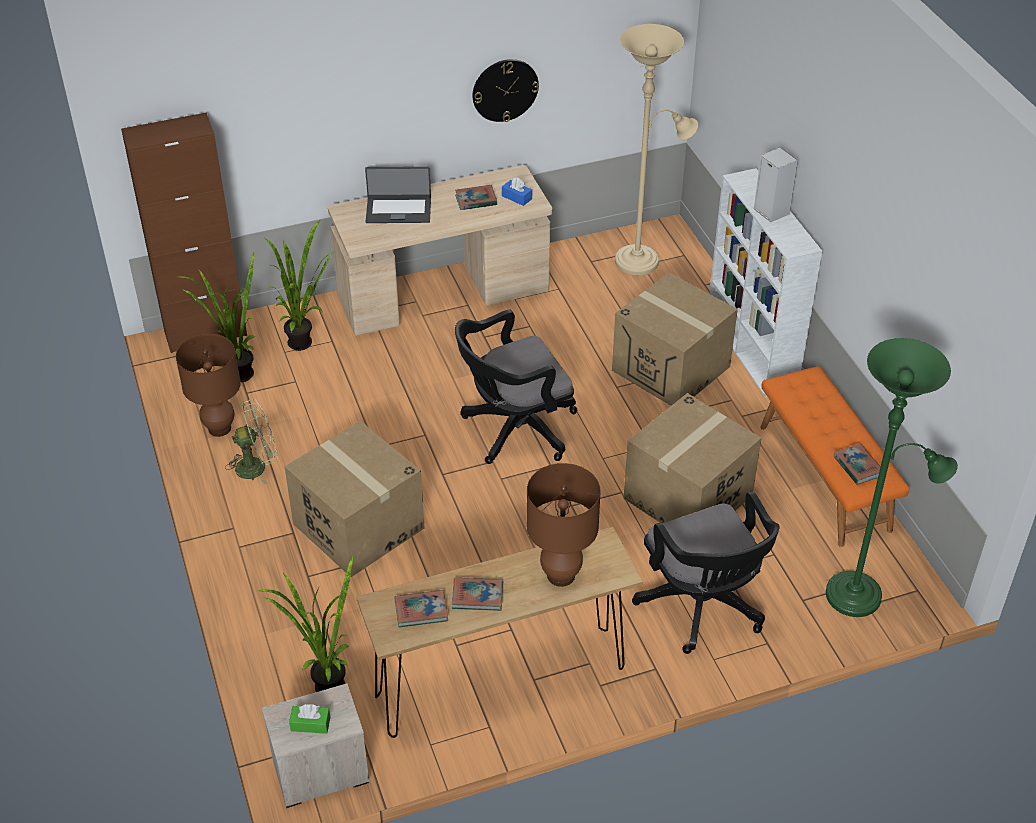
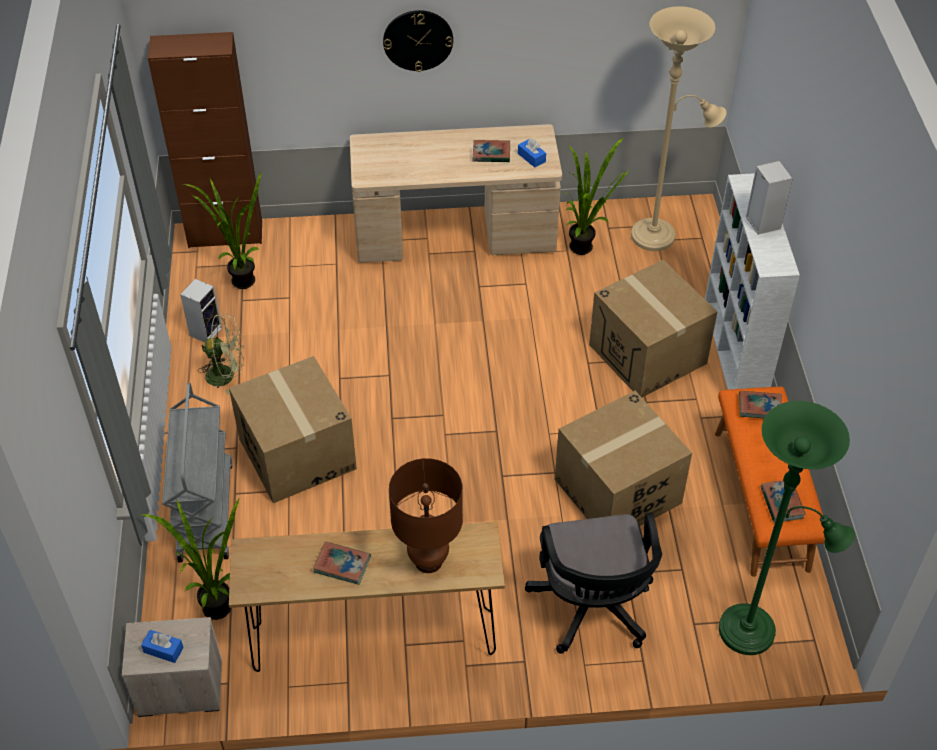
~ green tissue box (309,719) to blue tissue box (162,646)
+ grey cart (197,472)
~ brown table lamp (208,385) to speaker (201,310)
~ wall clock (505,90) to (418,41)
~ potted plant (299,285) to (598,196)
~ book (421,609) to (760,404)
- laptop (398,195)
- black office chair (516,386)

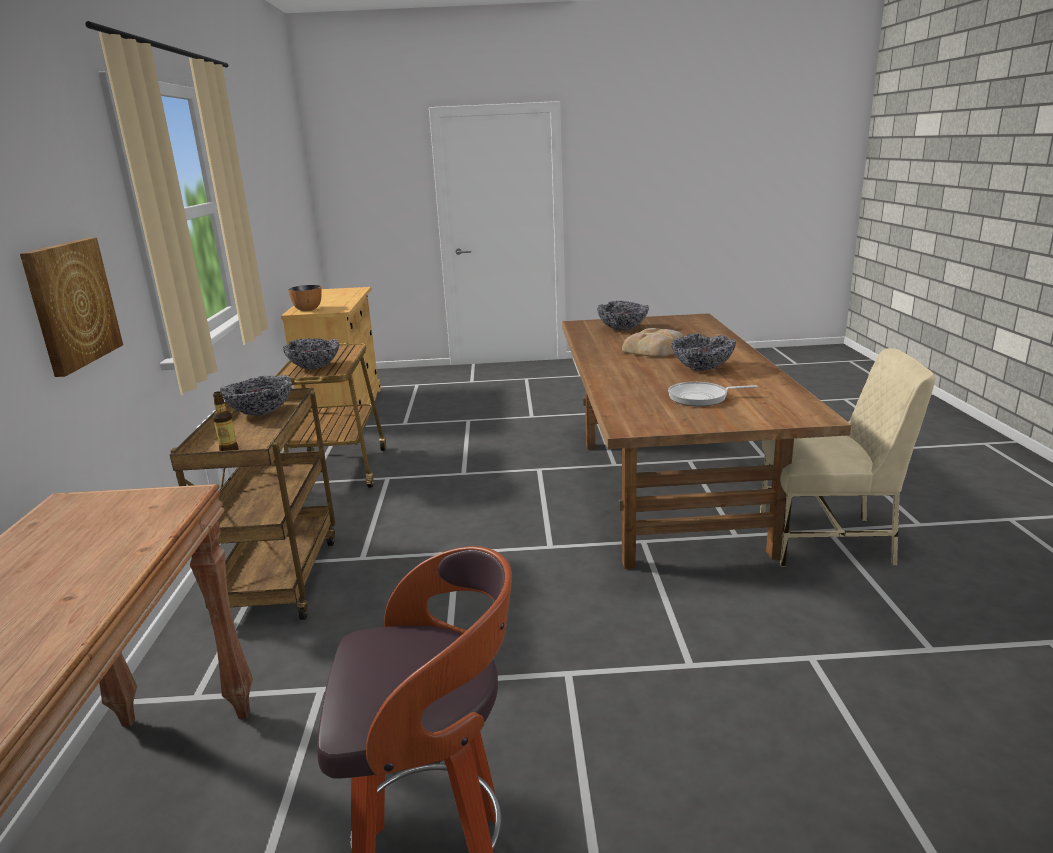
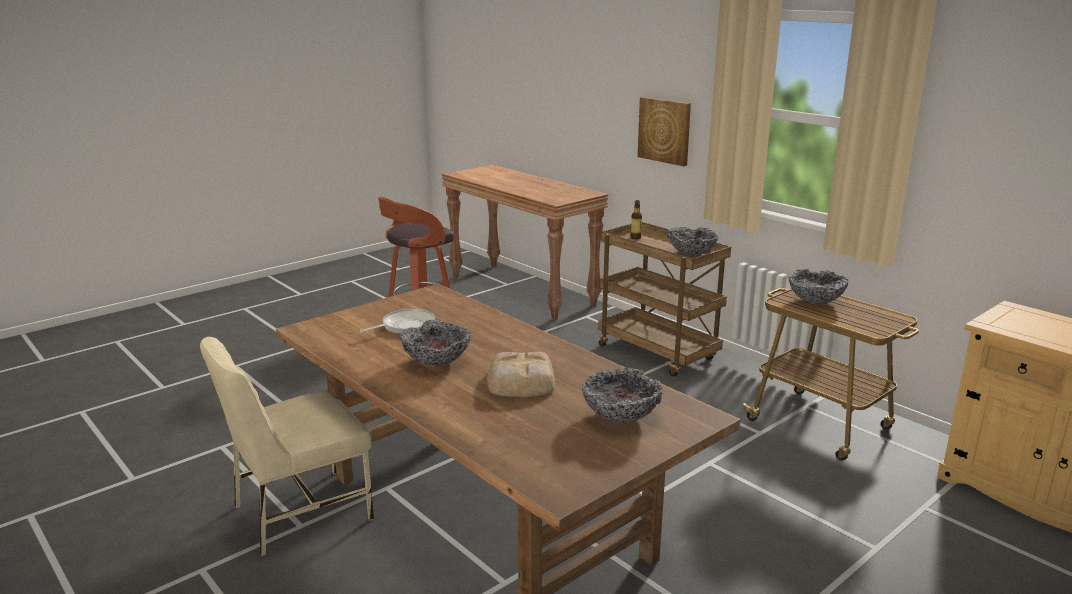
- bowl (305,298)

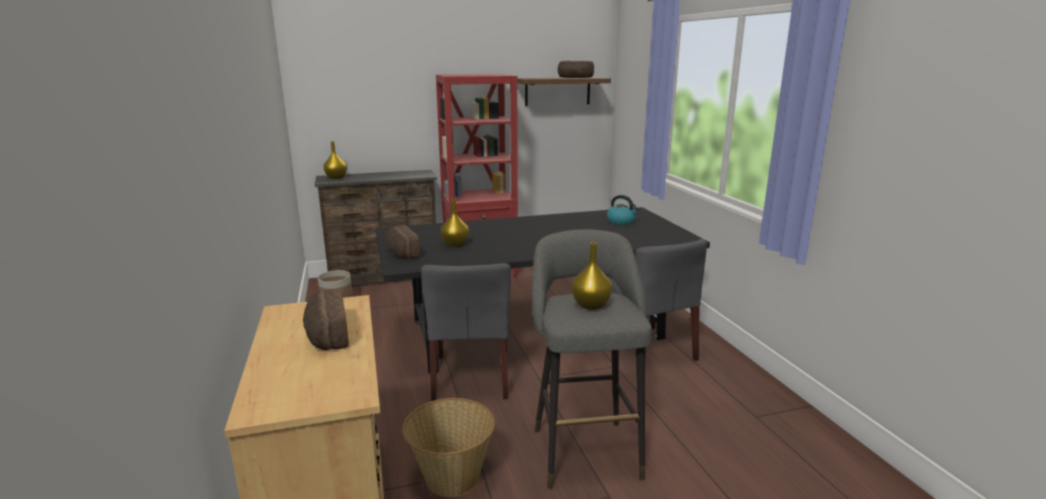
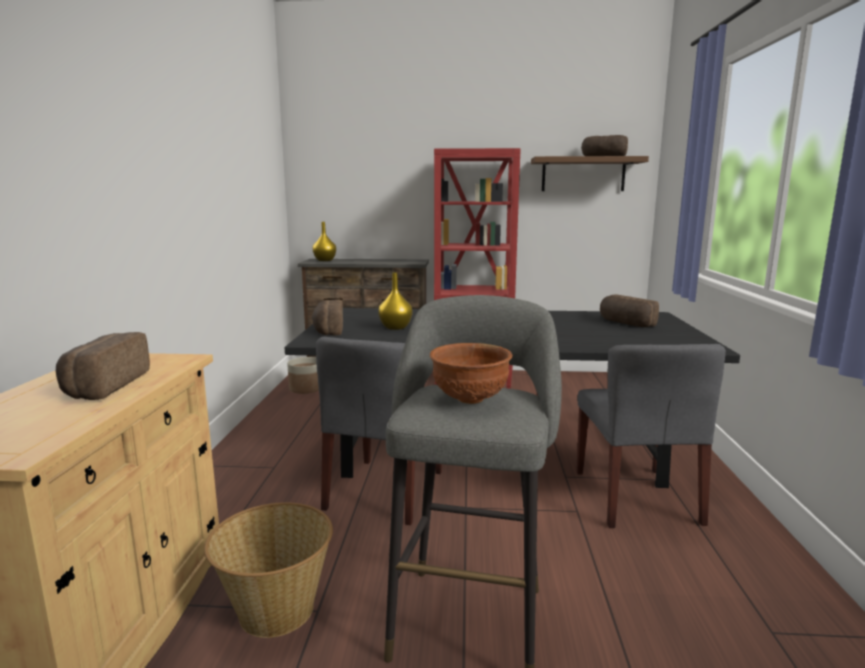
~ yellow vase (591,276) to brown bowl (471,373)
~ kettle (623,210) to bread (629,310)

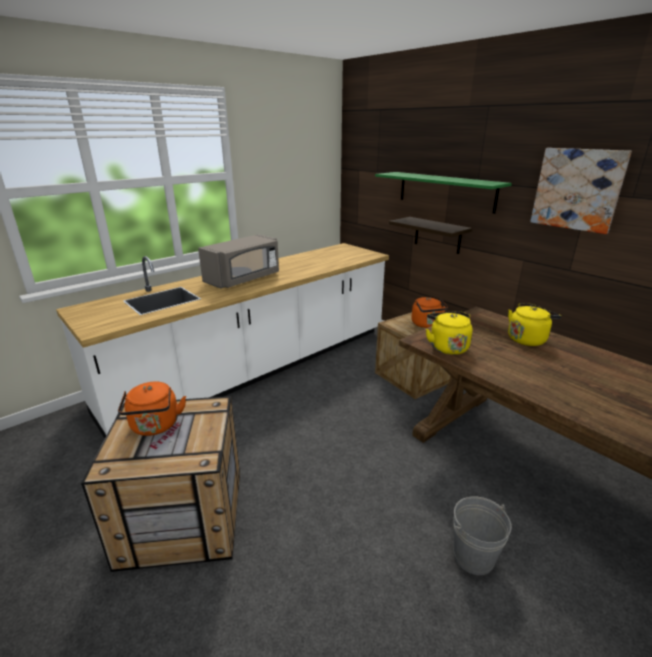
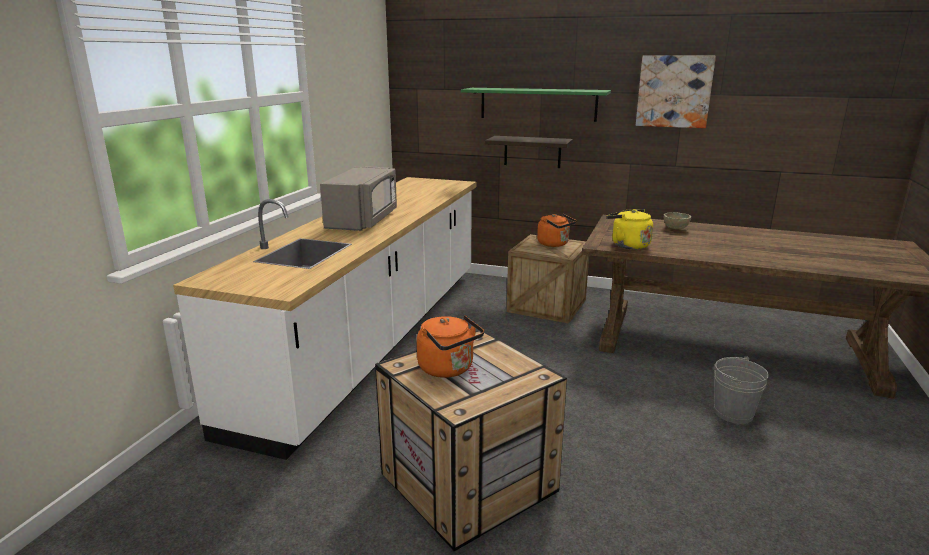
~ yellow kettle (534,324) to beige bowl (677,220)

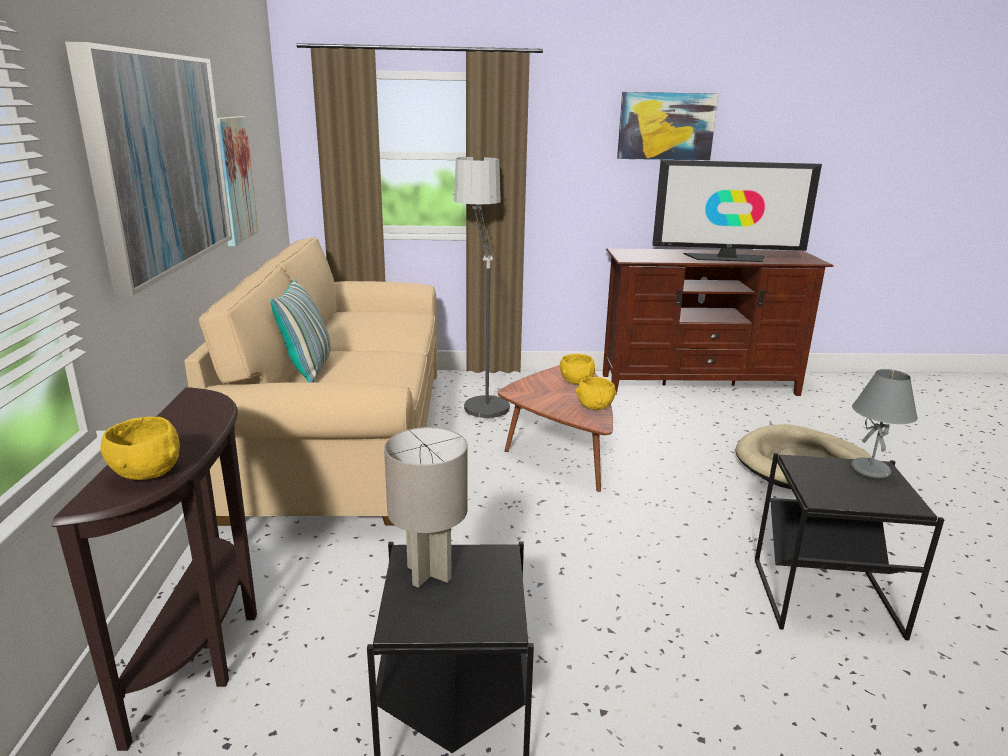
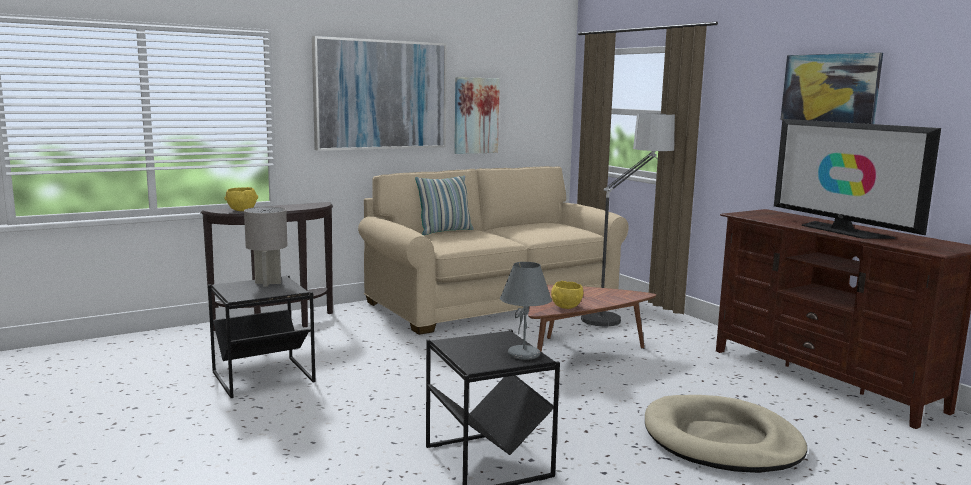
- yellow bowl (577,369)

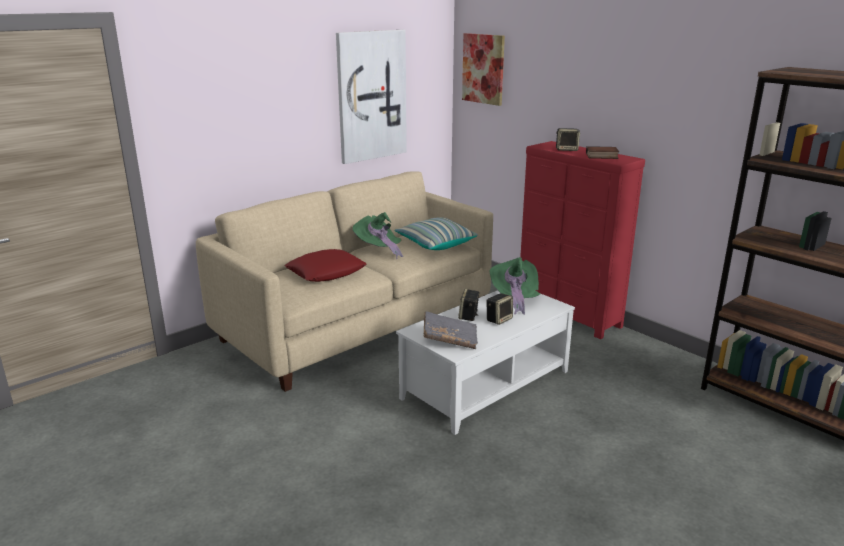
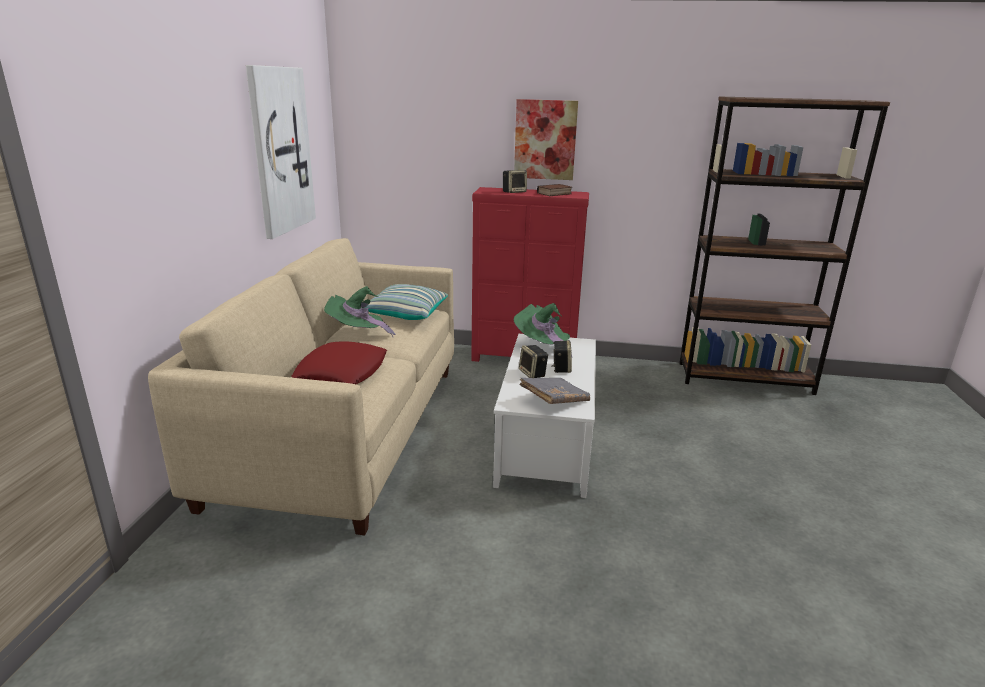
~ picture (483,69) to (546,139)

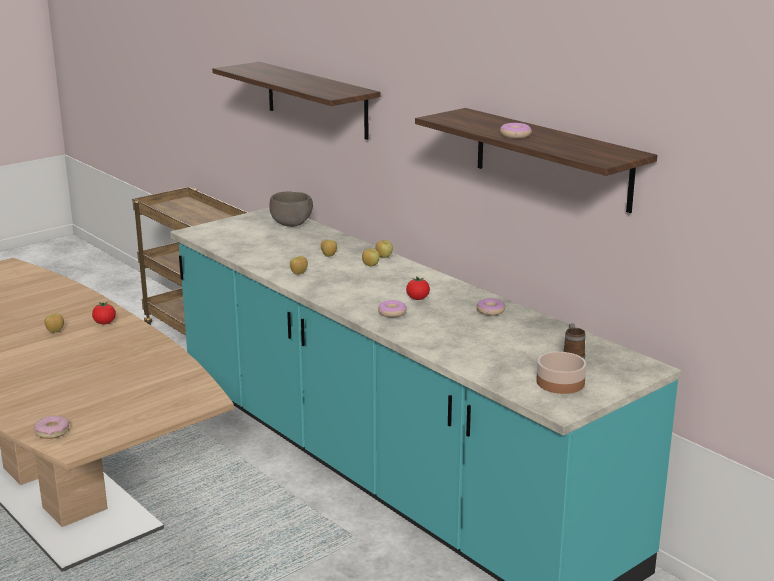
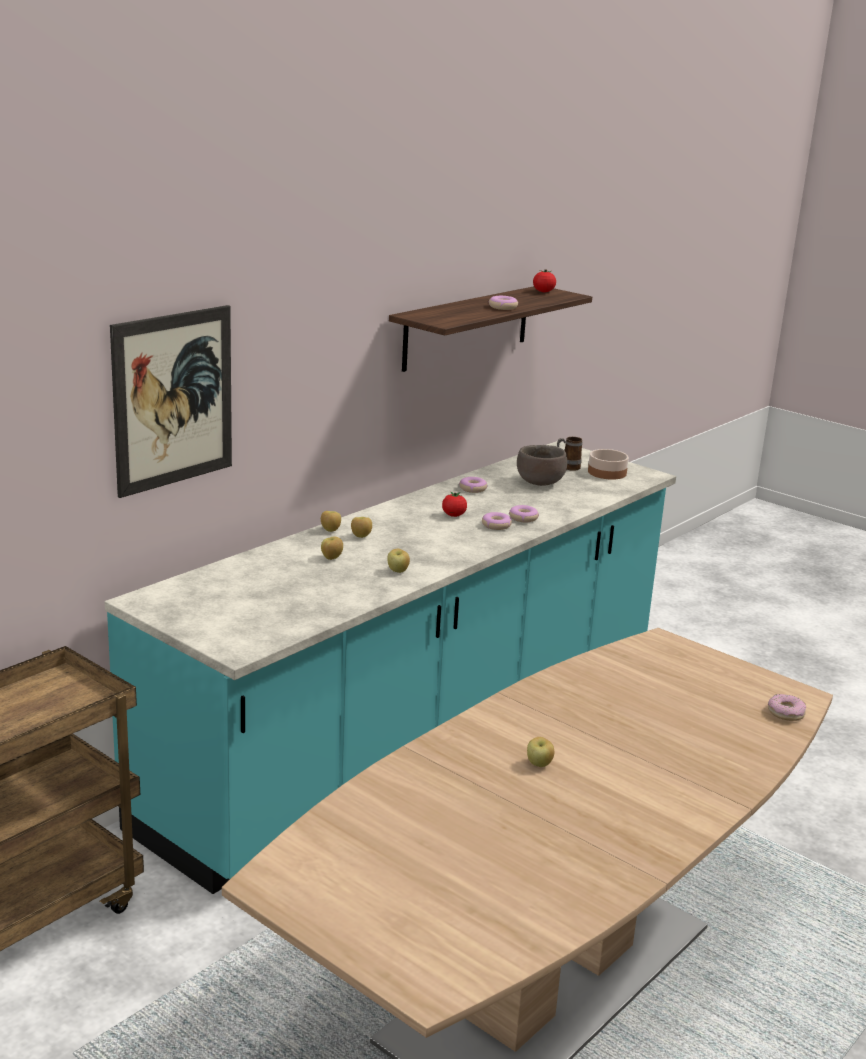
~ shelf (296,101) to picture (171,401)
+ donut (524,513)
~ brown bowl (291,209) to (542,465)
~ tomato (104,313) to (544,281)

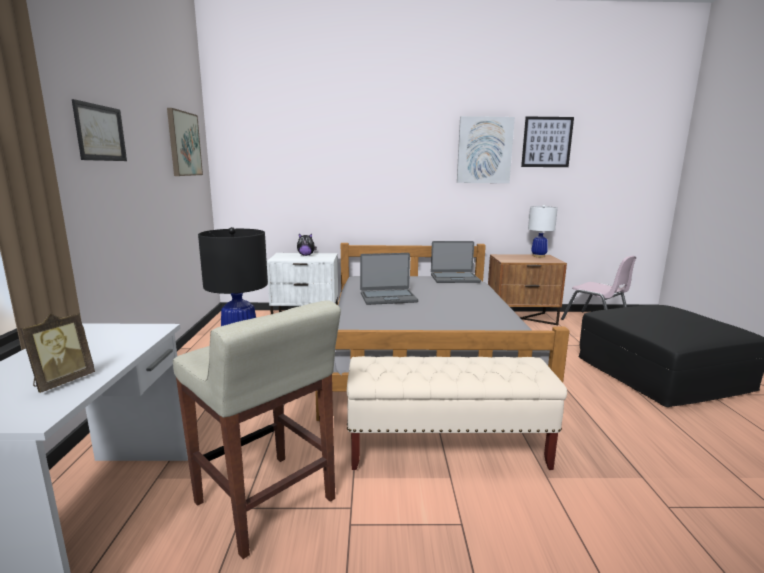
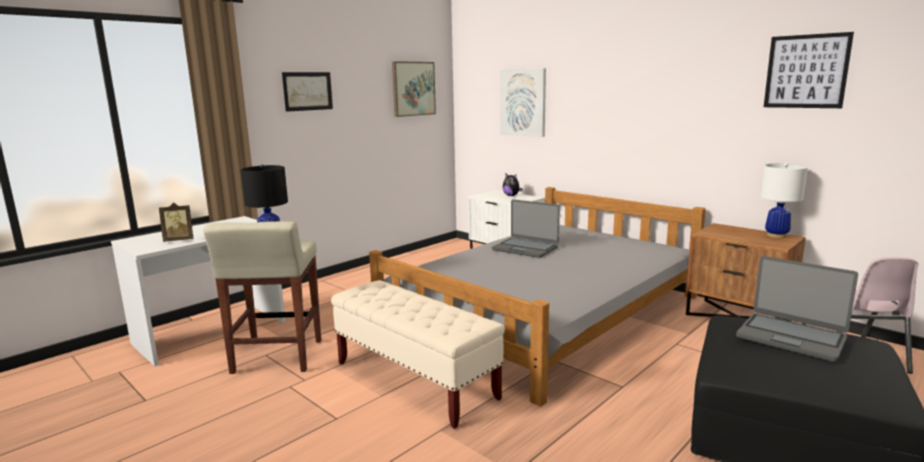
~ picture (486,149) to (523,102)
~ laptop (456,262) to (797,309)

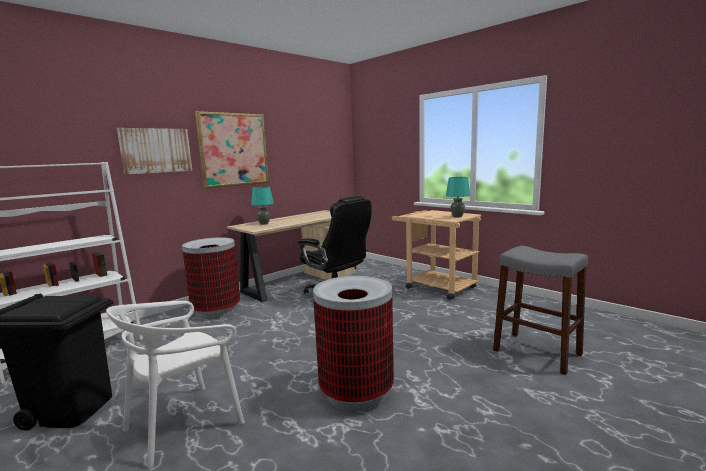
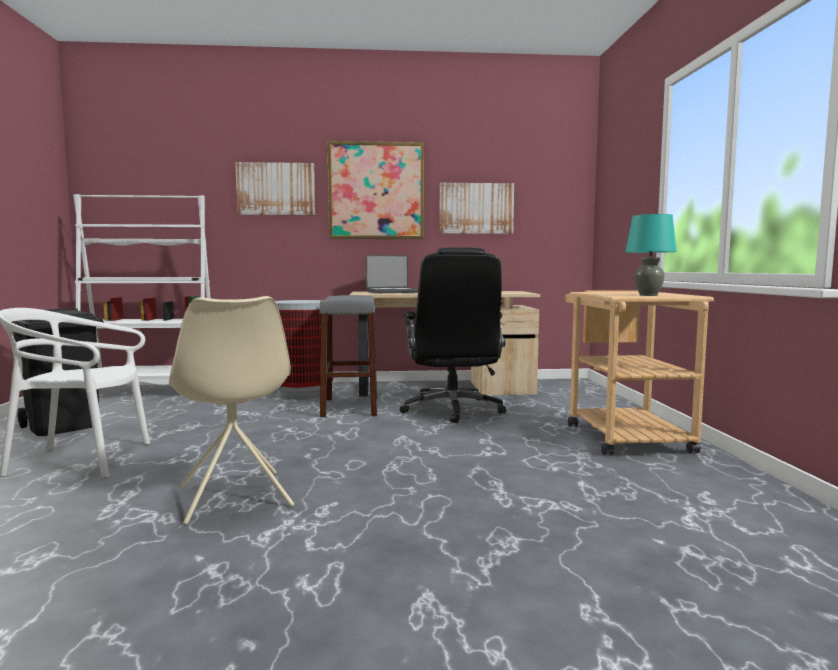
~ trash can (353,344) to beige chair (231,410)
~ grey stool (540,310) to (348,356)
~ turquoise table lamp (262,206) to laptop (392,274)
+ picture (476,208)

